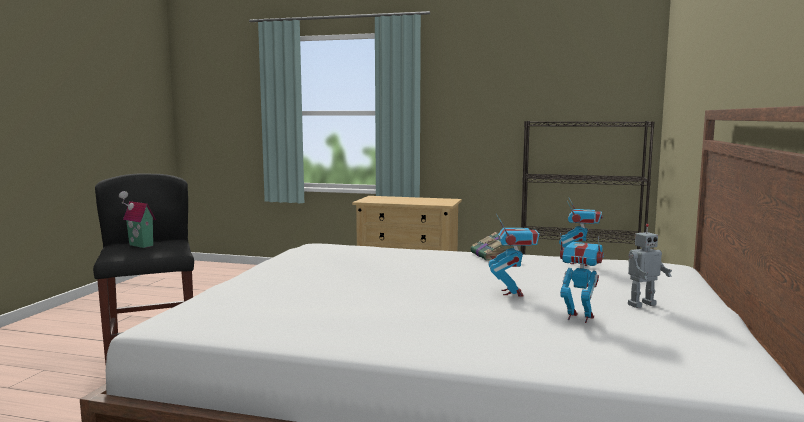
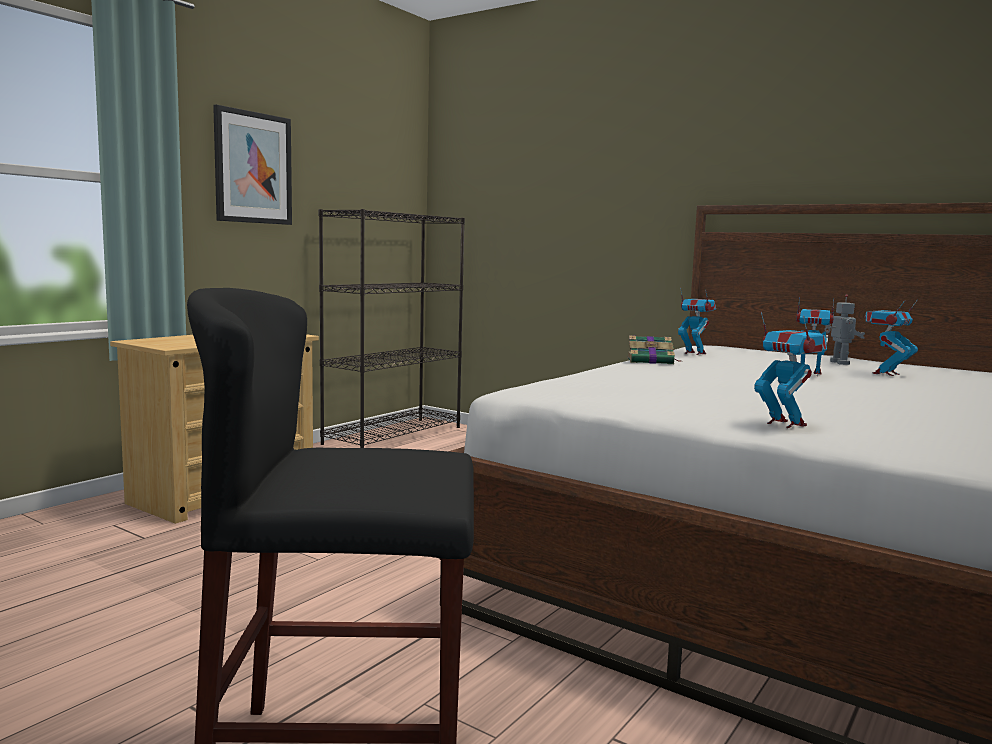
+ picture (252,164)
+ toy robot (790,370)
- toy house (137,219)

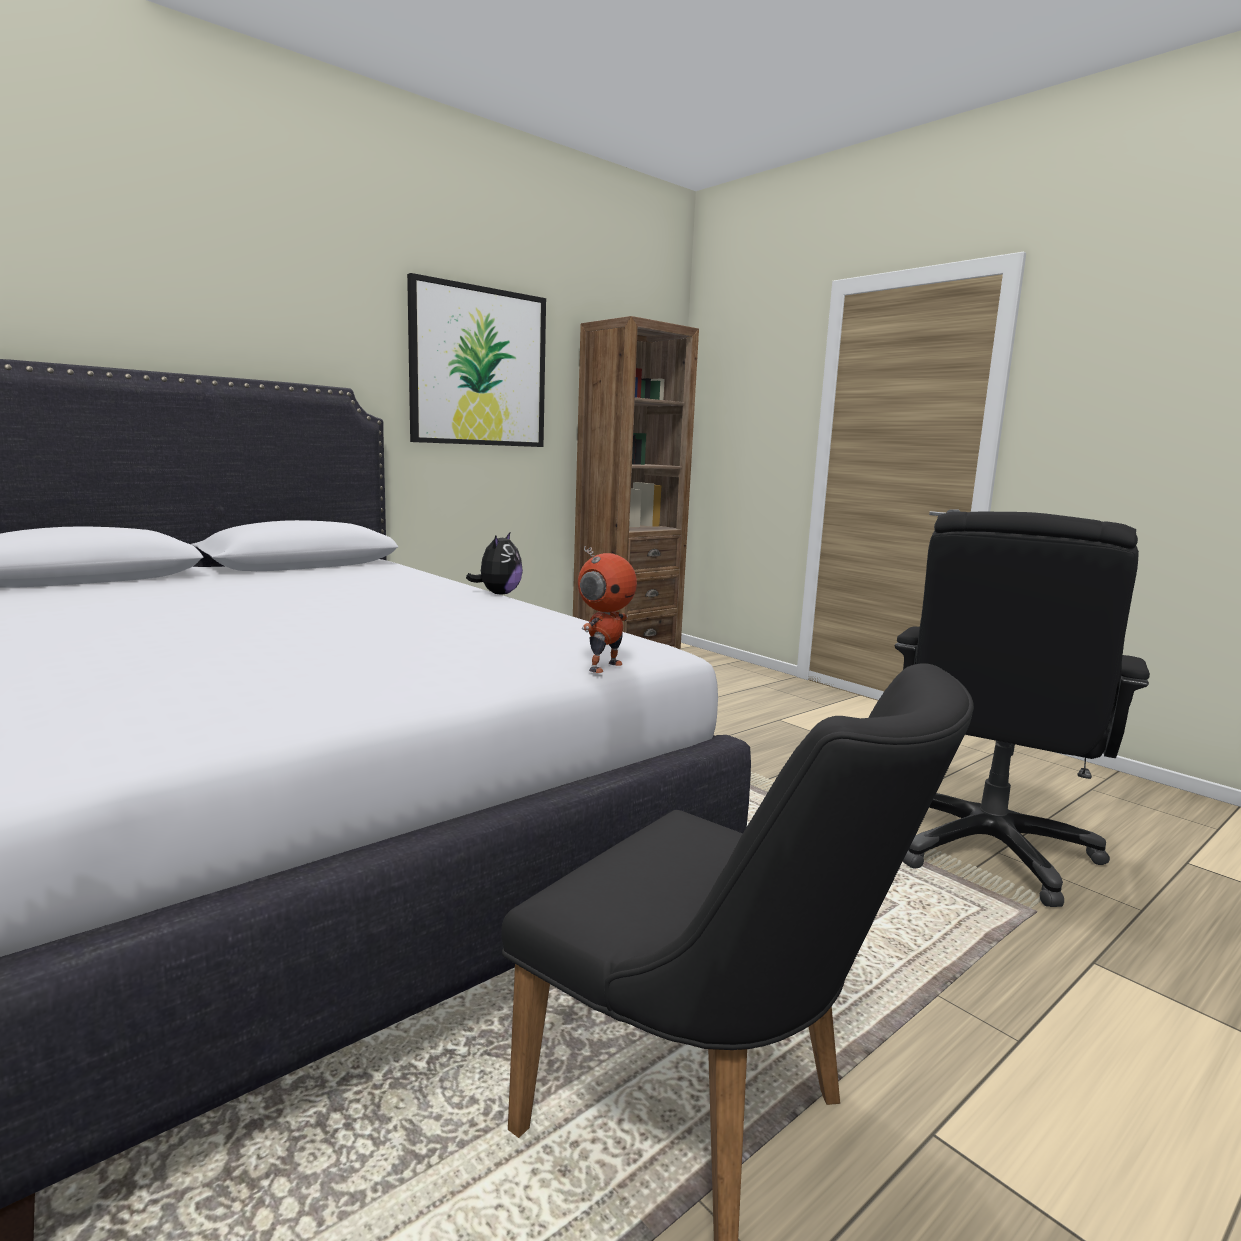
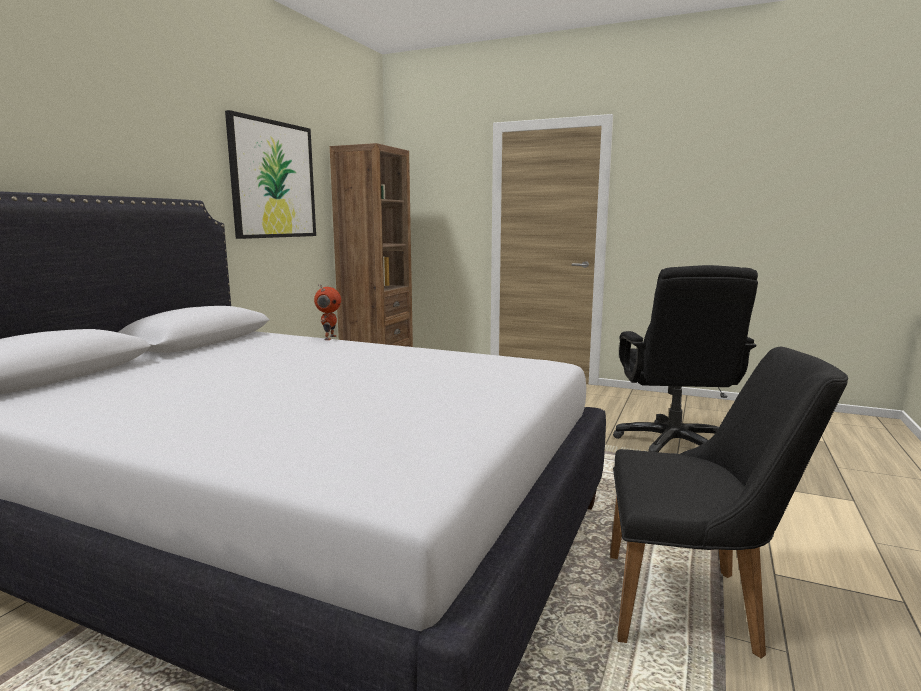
~ toy robot (607,609) to (327,312)
- plush toy (494,563)

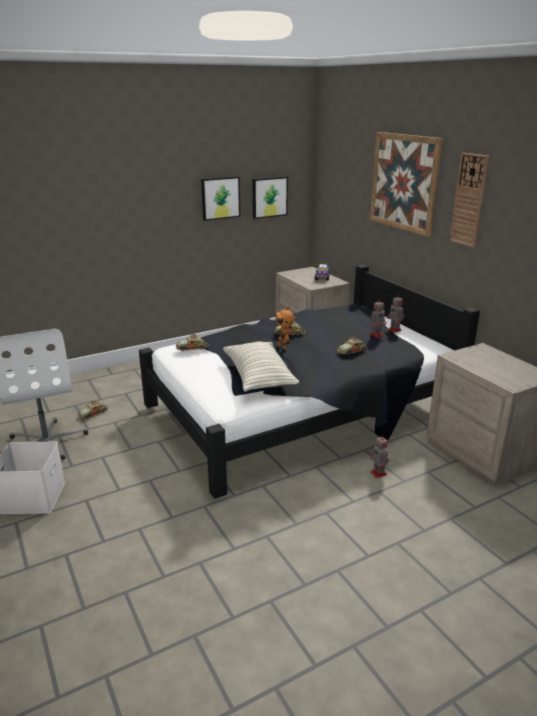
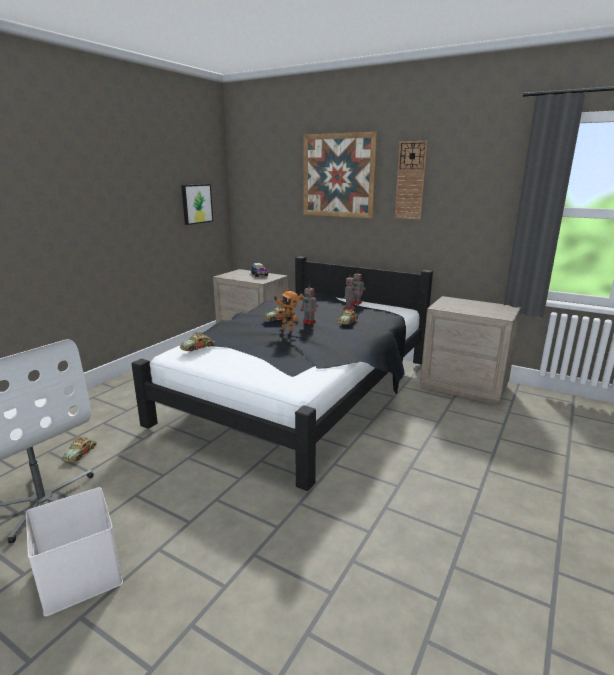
~ toy robot (379,456) to (309,304)
- picture (220,198)
- pillow (261,366)

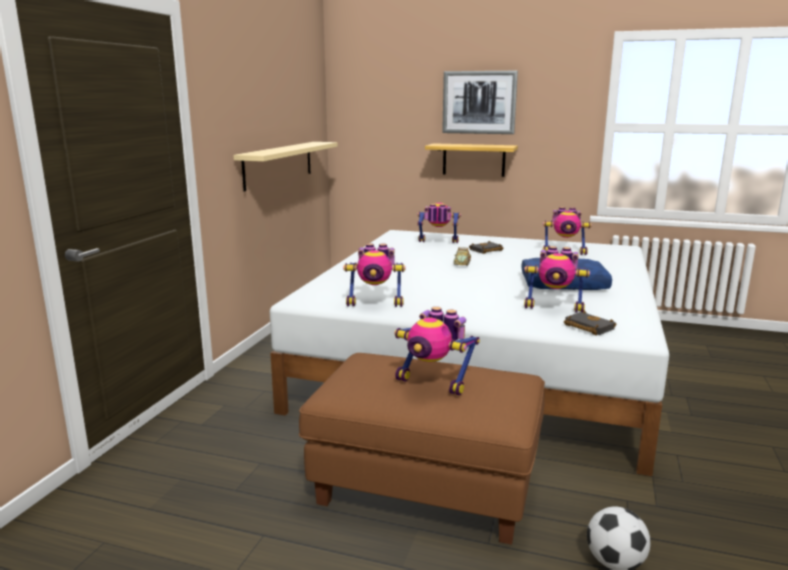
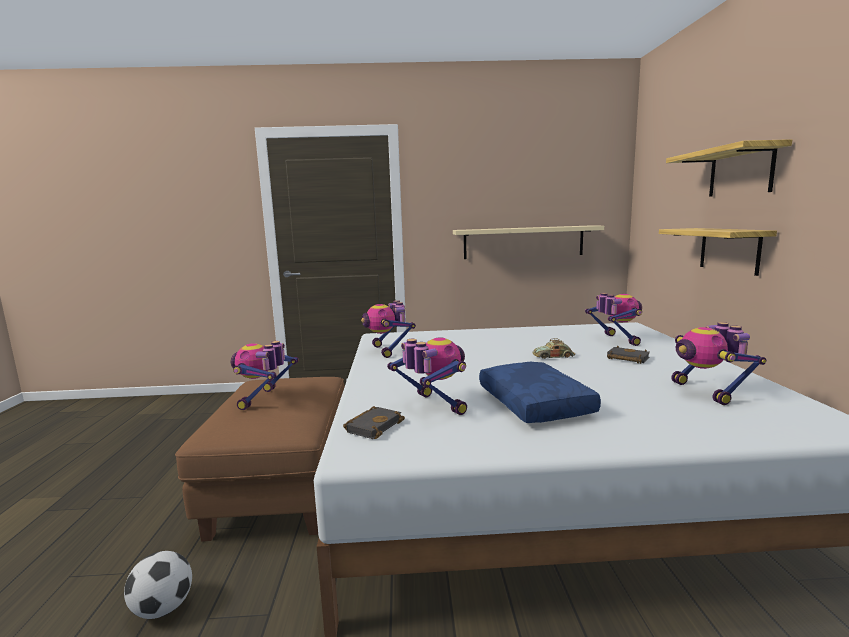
~ toy robot (557,279) = (427,376) 150 degrees clockwise
~ picture (480,102) to shelf (729,168)

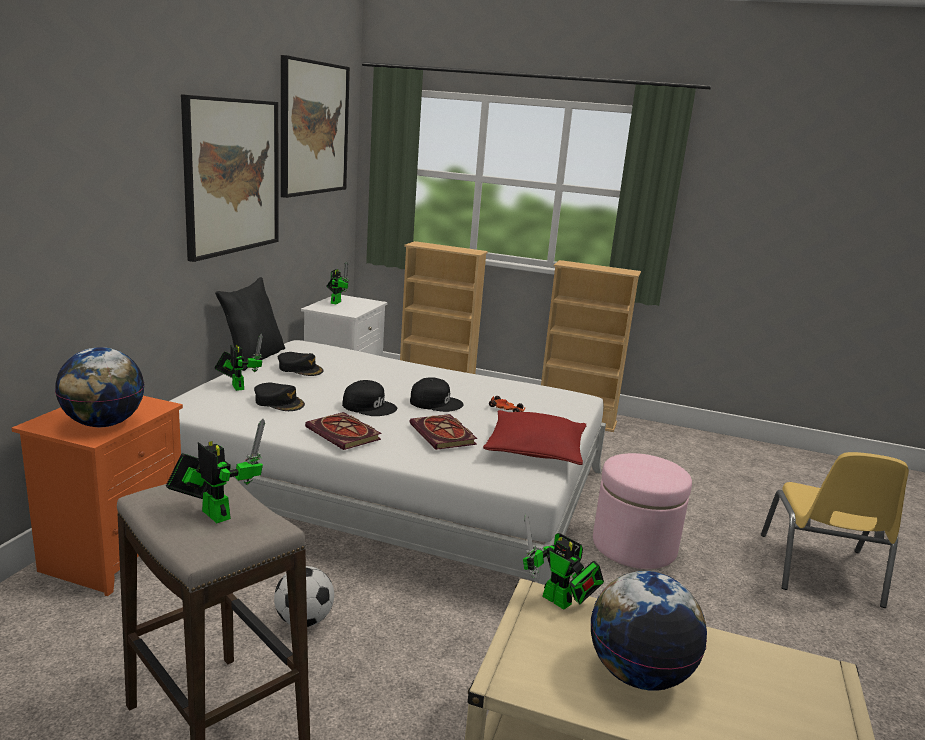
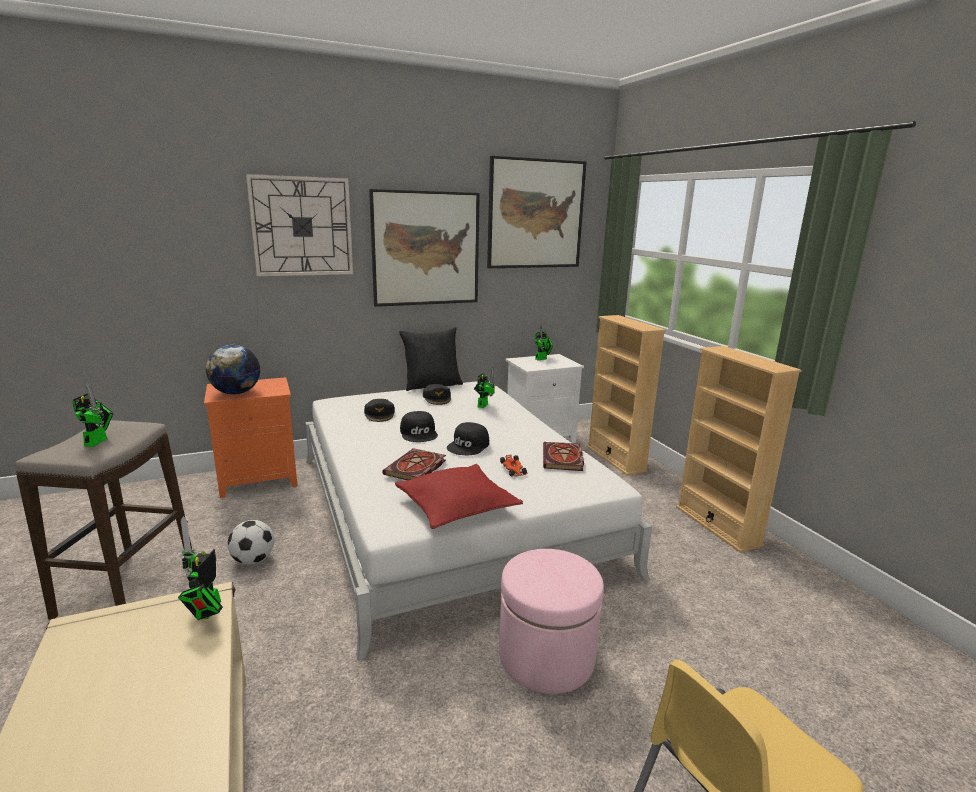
+ wall clock (299,225)
~ black cap (437,394) = (468,438) 60 degrees clockwise
~ toy robot (238,362) to (484,388)
~ book (343,431) to (563,456)
- globe (649,631)

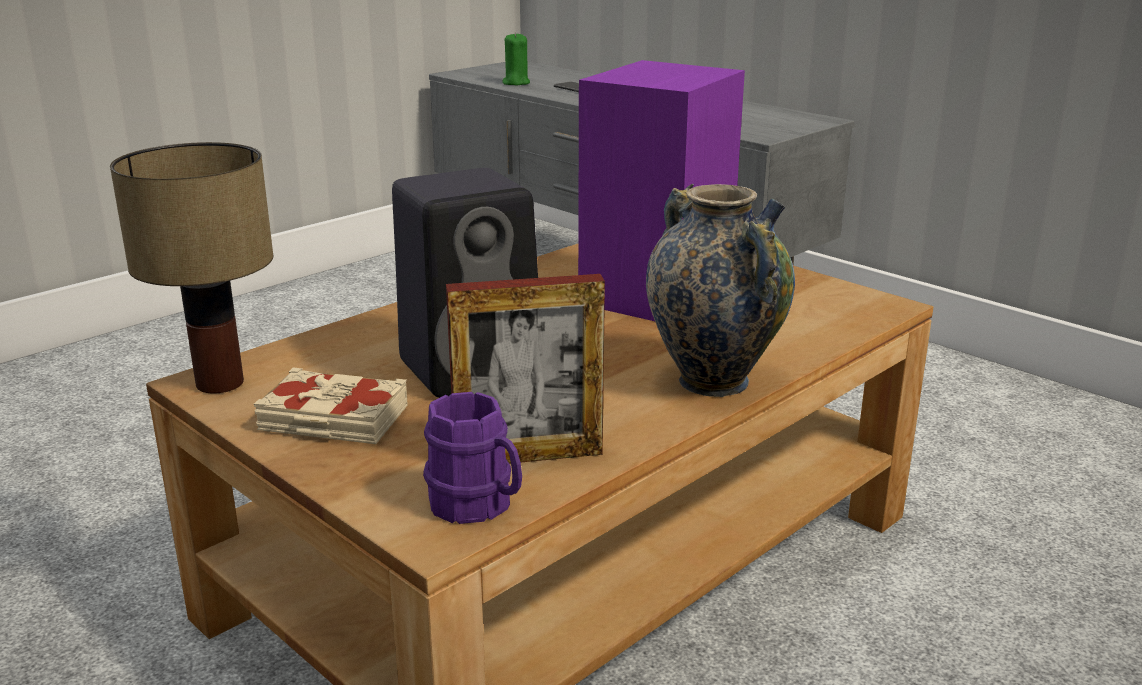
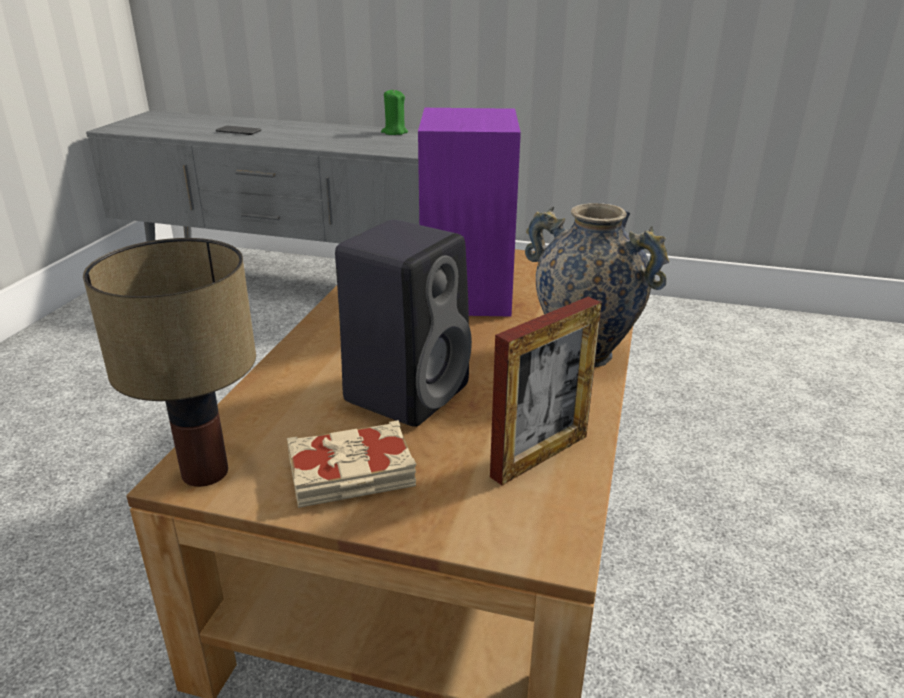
~ green candle (516,59) to (394,112)
- purple mug (472,458)

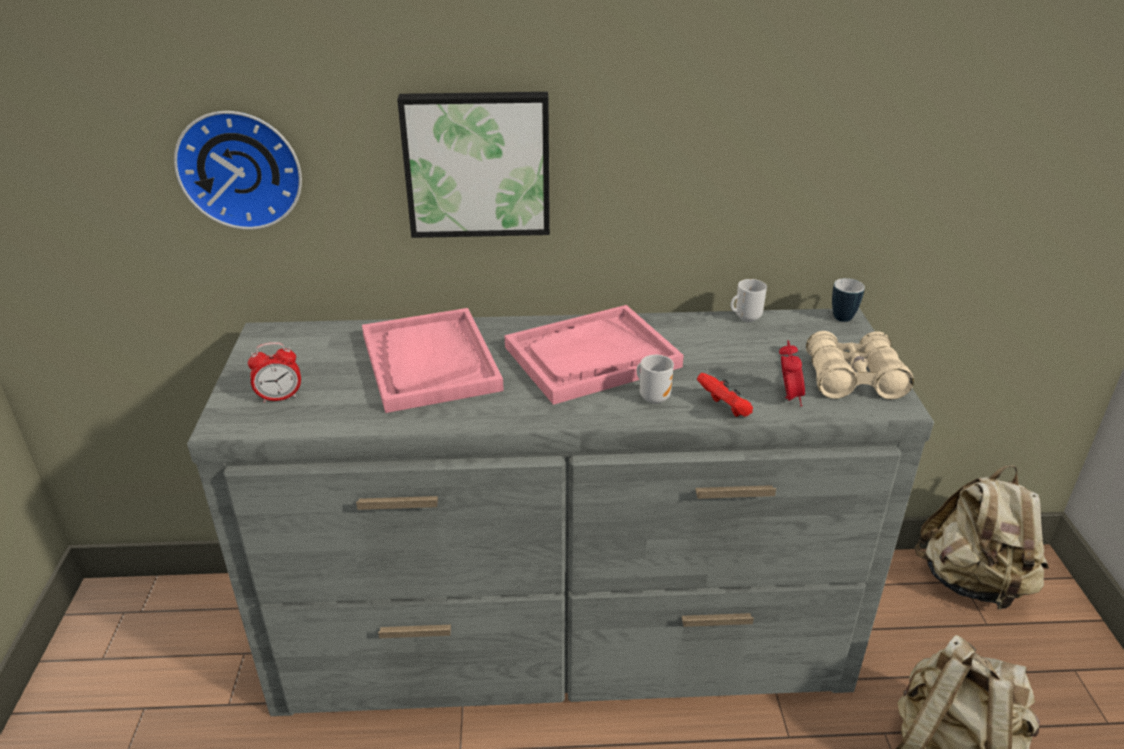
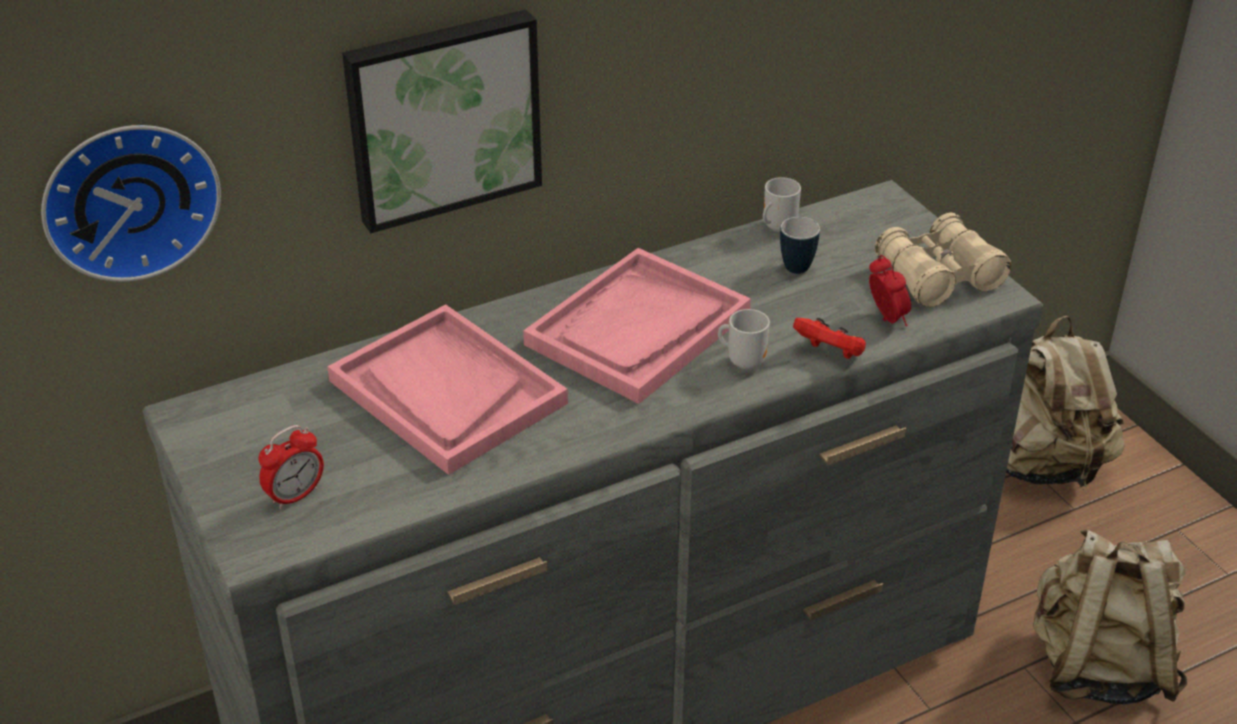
~ mug (848,300) to (800,245)

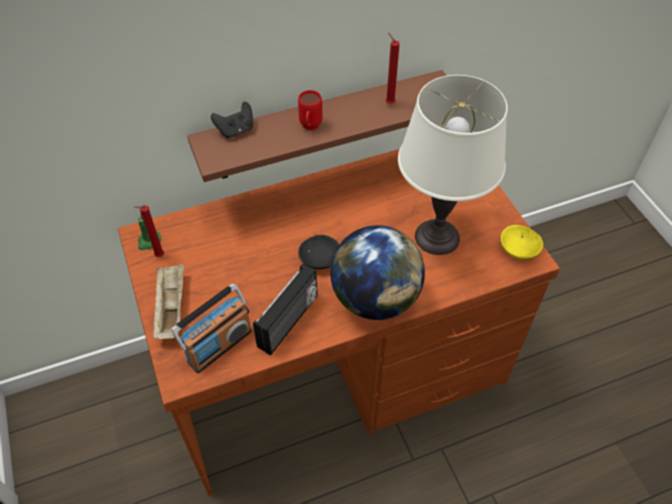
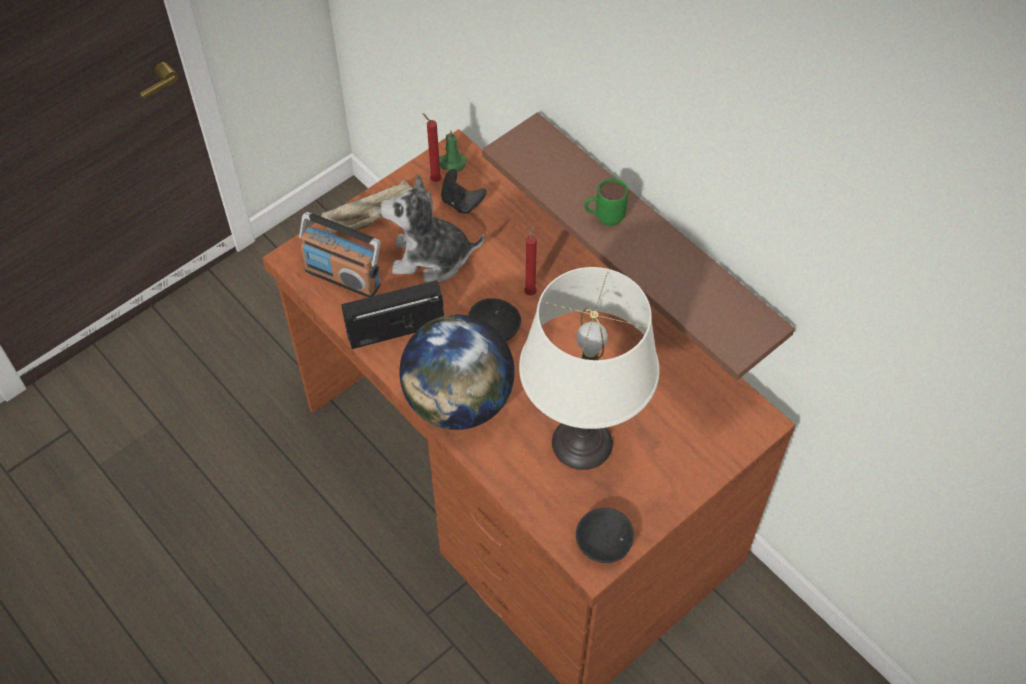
~ radio (285,310) = (392,314) 150 degrees clockwise
+ plush toy (432,228)
~ black game controller (232,120) to (464,191)
~ red candle (393,68) to (530,260)
~ yellow bowl (522,242) to black bowl (605,535)
~ red mug (310,110) to green mug (606,202)

